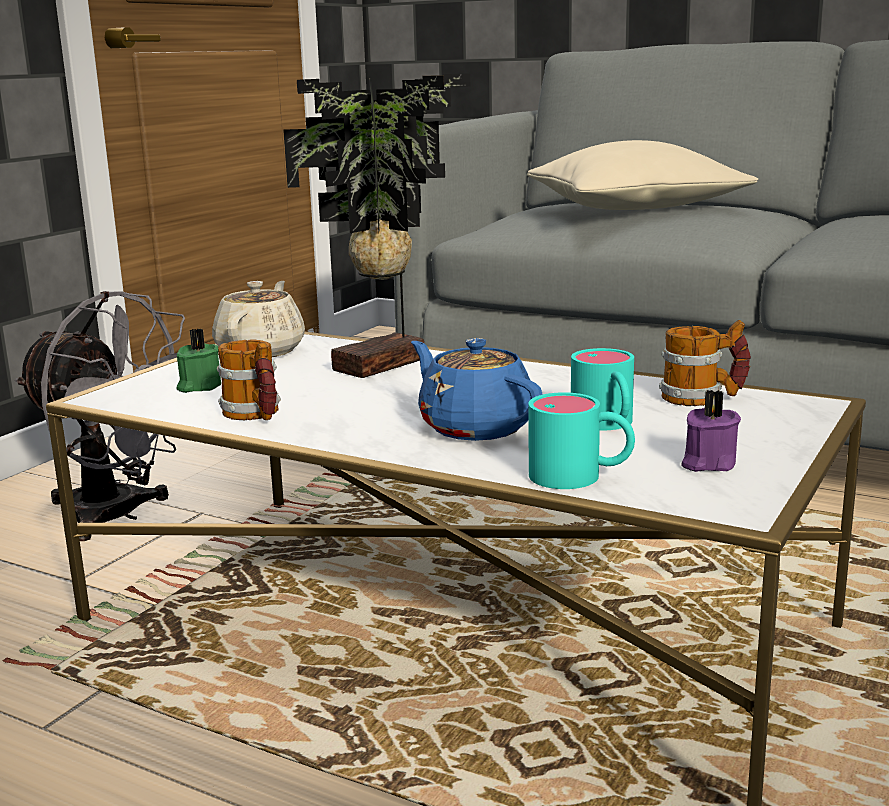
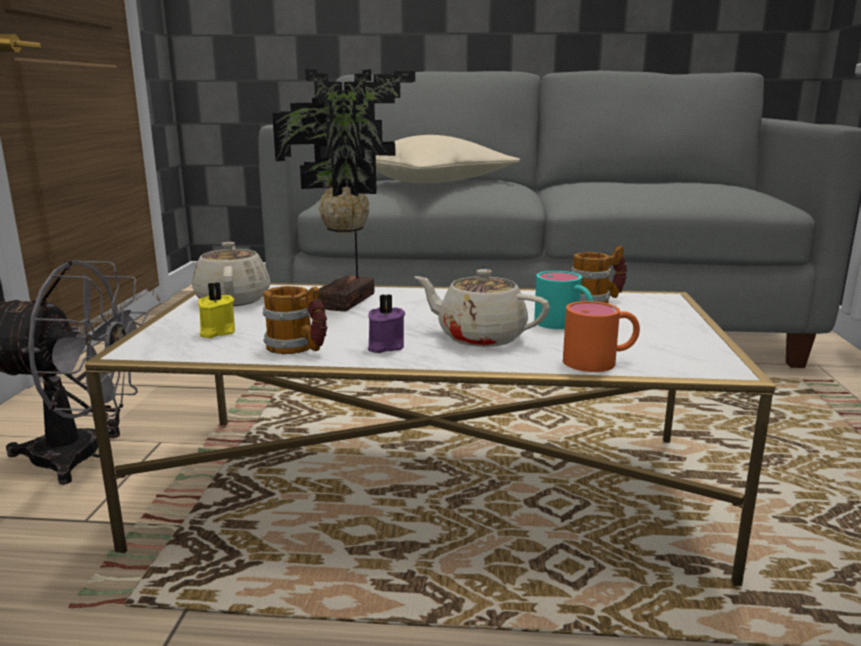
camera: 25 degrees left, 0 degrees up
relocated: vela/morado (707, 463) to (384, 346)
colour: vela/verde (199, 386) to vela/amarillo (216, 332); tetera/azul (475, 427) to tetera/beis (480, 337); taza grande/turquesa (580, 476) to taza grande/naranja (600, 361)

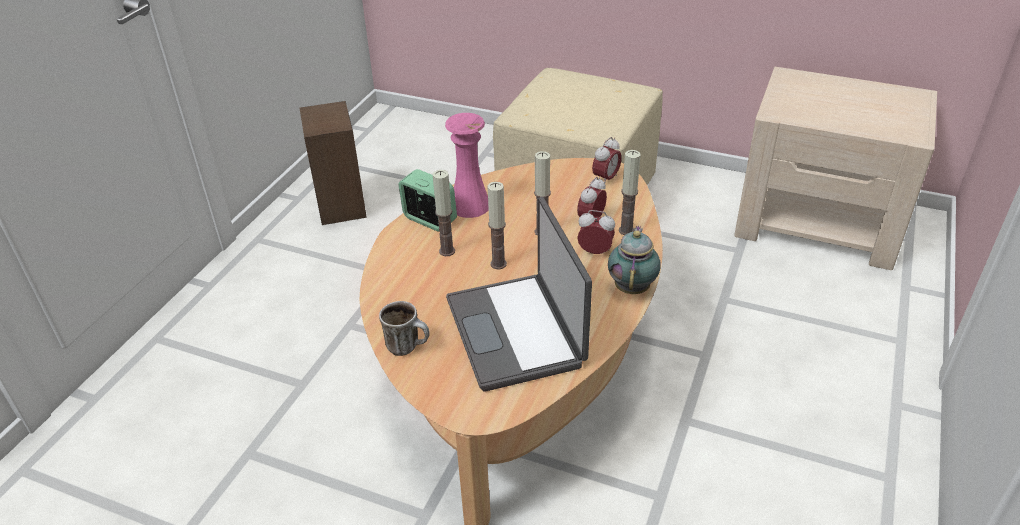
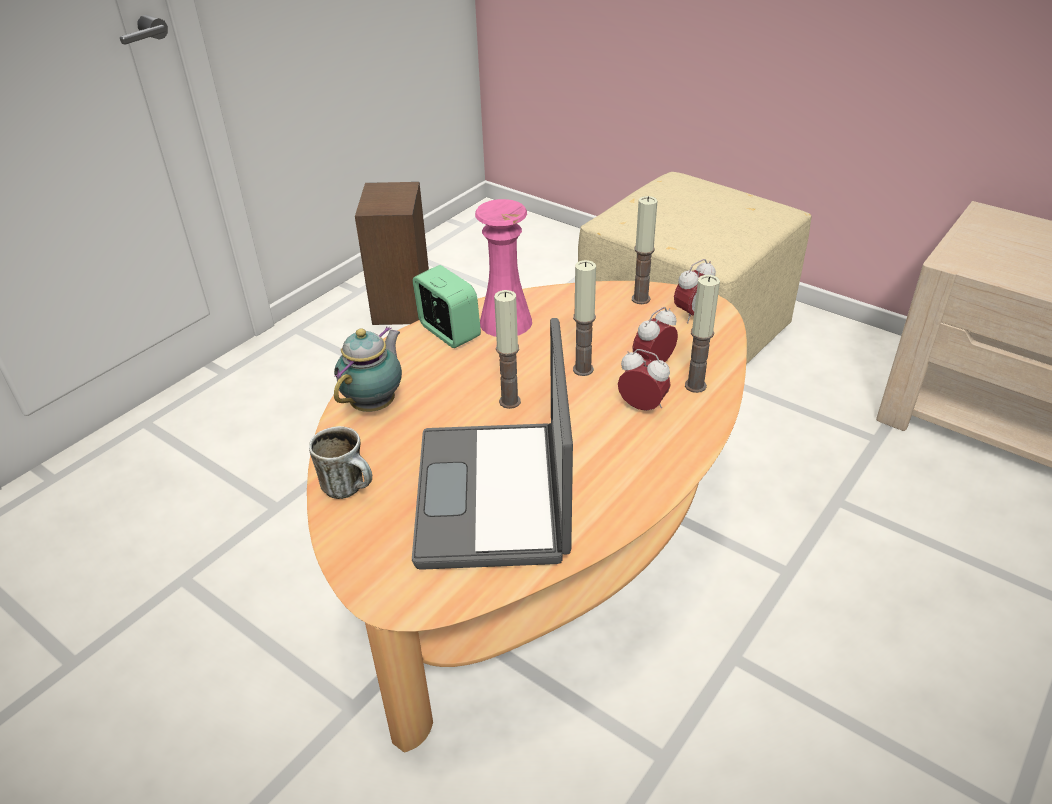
camera: 15 degrees right, 0 degrees up
relocated: vela (447, 251) to (640, 299); tetera (632, 287) to (376, 403)

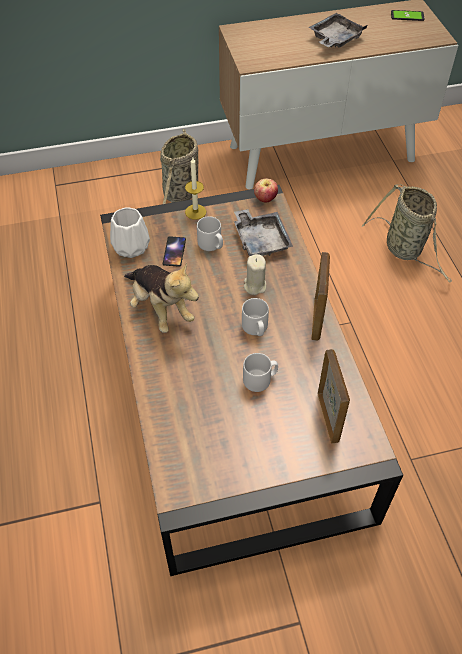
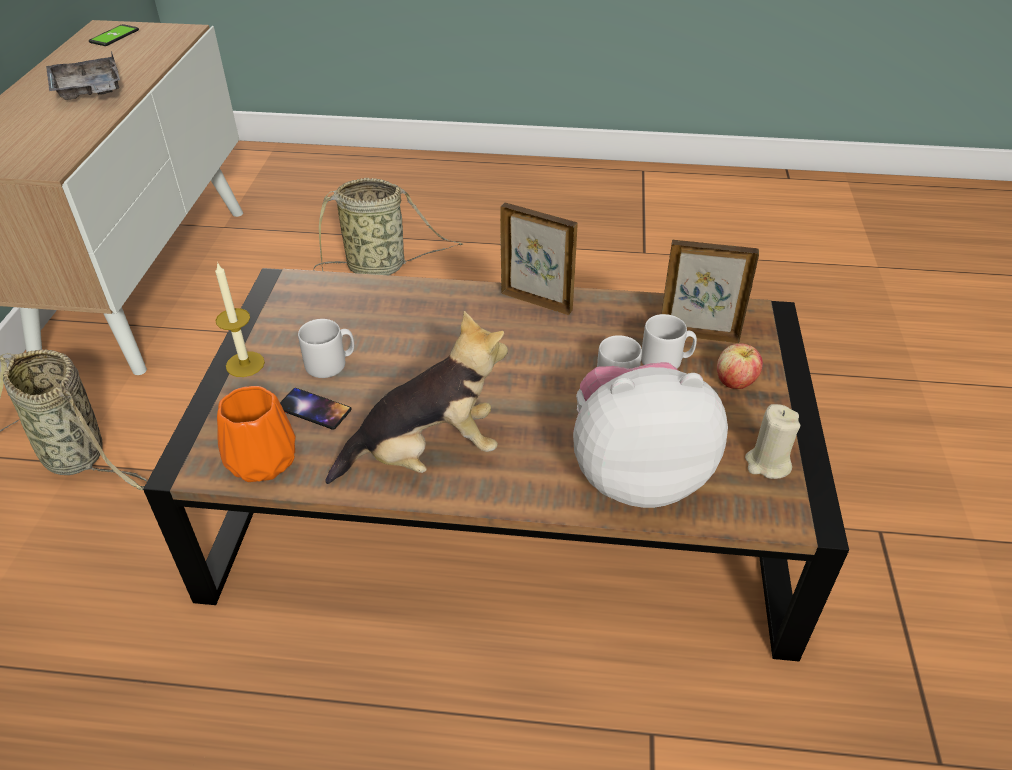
camera: 70 degrees left, 10 degrees down
missing: bandeja/gris (261, 240)
appeared: peluche (636, 473)
relocated: taza grande/gris (255, 328) to (666, 361); vela/beis (254, 286) to (767, 464); manzana (265, 199) to (735, 382)
colour: florero/blanco (130, 246) to florero/naranja (260, 461)

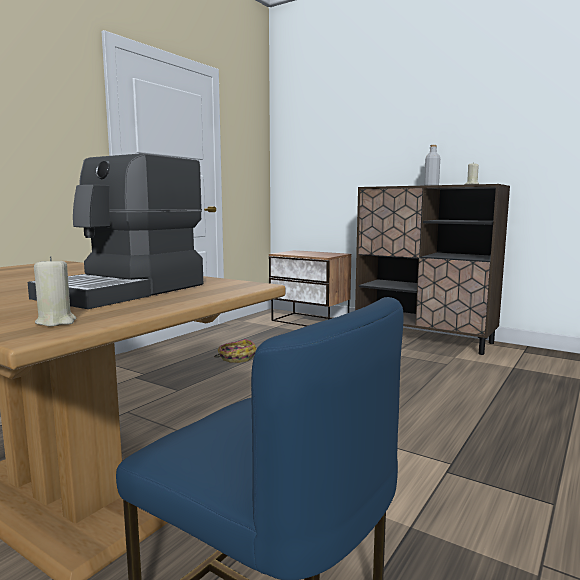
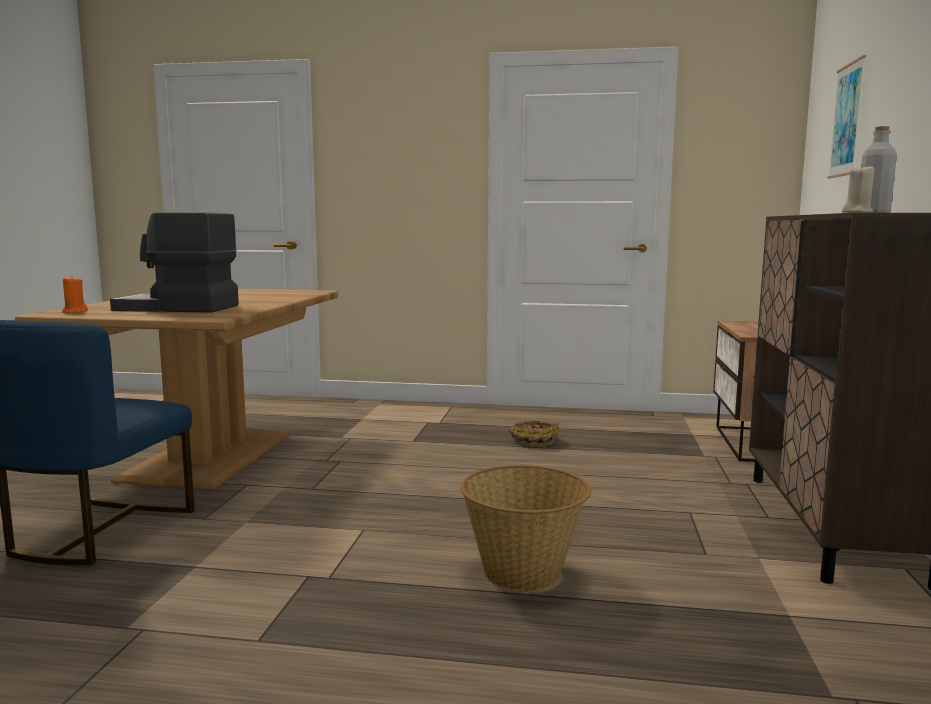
camera: 65 degrees right, 0 degrees up
appeared: cesta (523, 572); cuadro (847, 120)
colour: vela/beis (56, 322) to vela/naranja (74, 312)

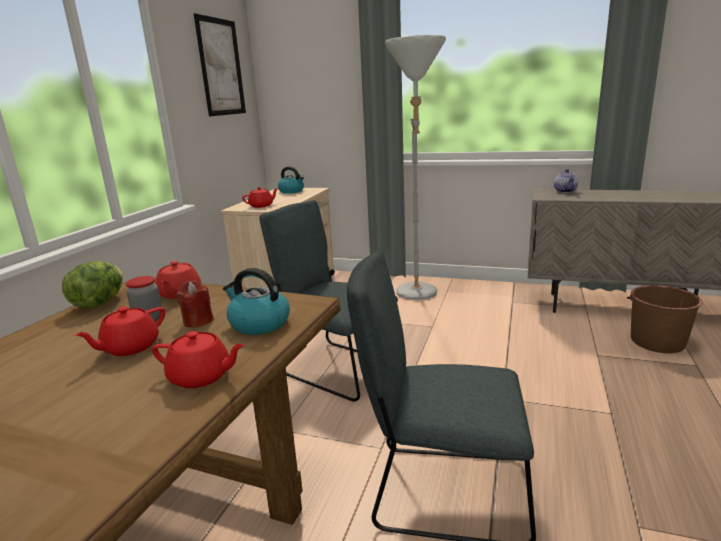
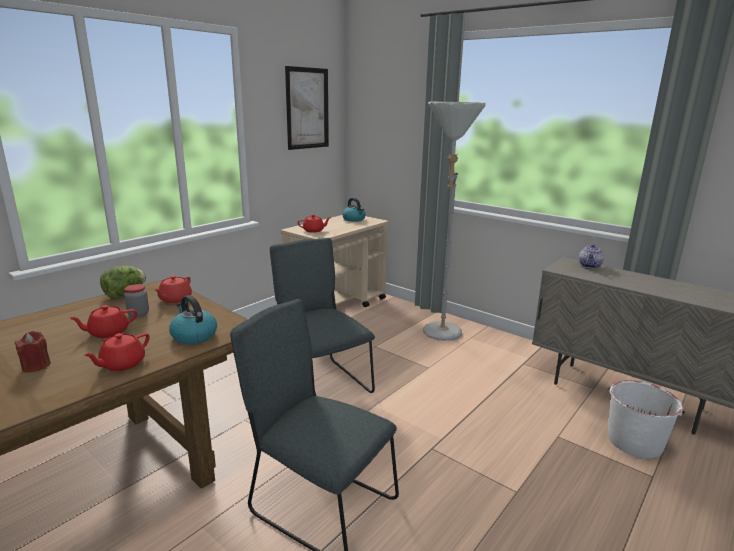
camera: 20 degrees right, 0 degrees up
relocated: vela/rojo (198, 321) to (36, 366)
colour: cubo/marrón (657, 341) to cubo/blanco (634, 441)
spun: tetera/rojo (201, 377) = (122, 364) 90 degrees clockwise

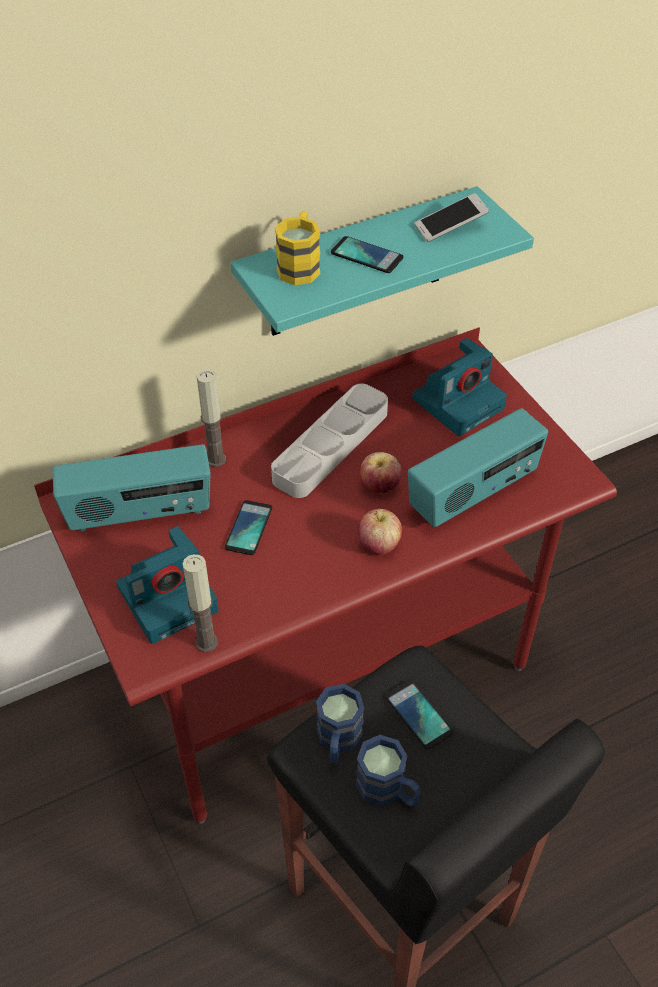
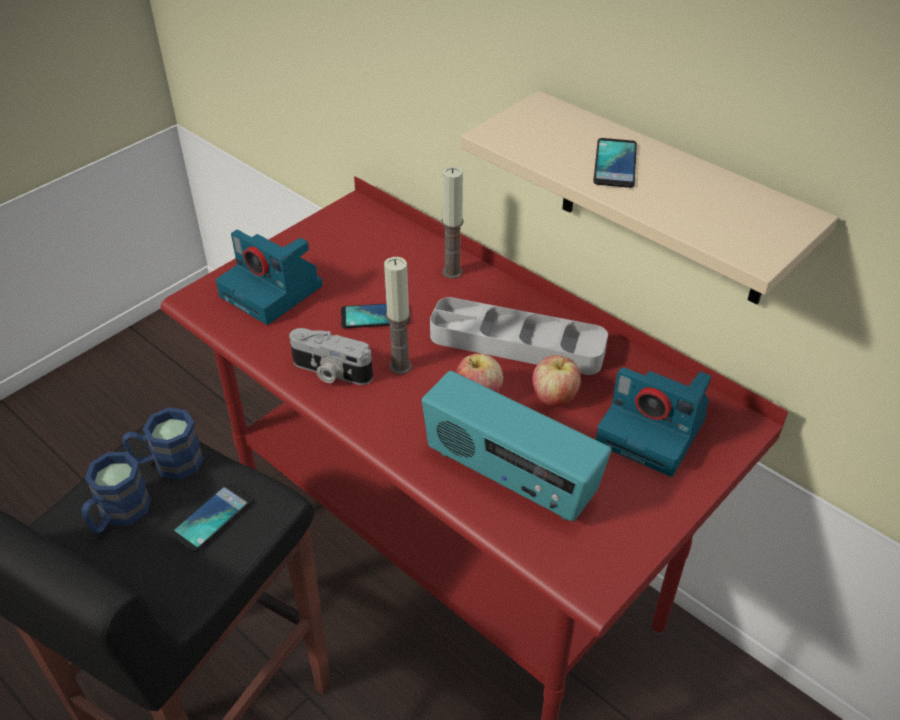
camera: 70 degrees right, 5 degrees down
missing: radio (140, 514); taza grande/amarillo (300, 265); móvil (450, 227)
appeared: cámara (330, 372)
relocated: vela (206, 642) to (400, 366); manzana (379, 545) to (554, 397)
colour: estante/turquesa (357, 265) to estante/beis (665, 202)

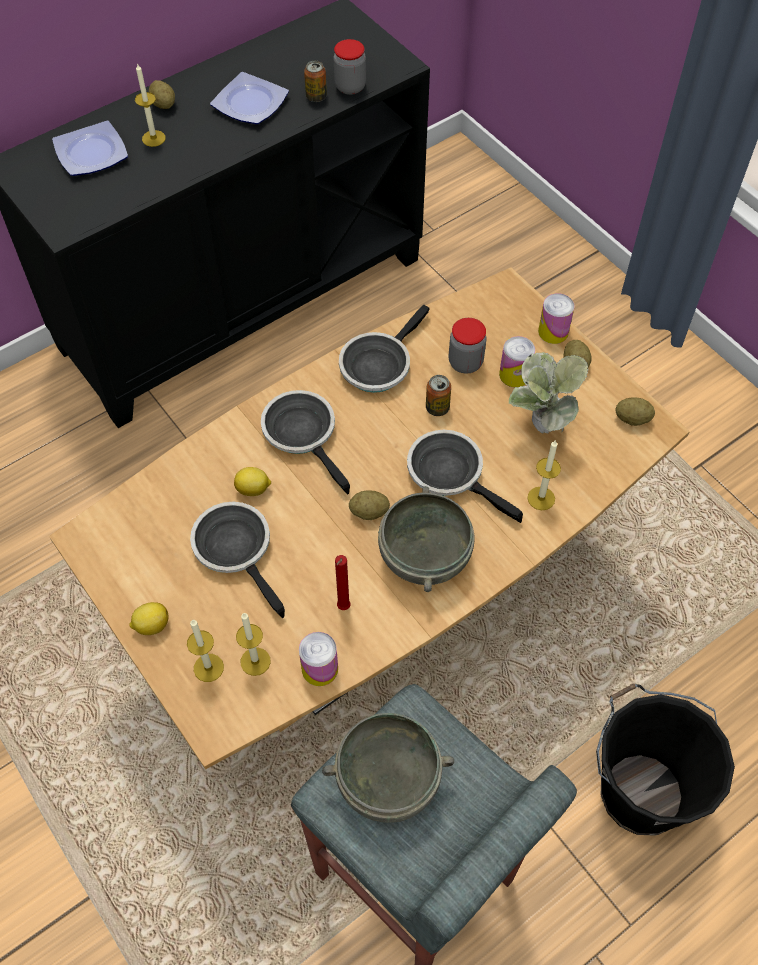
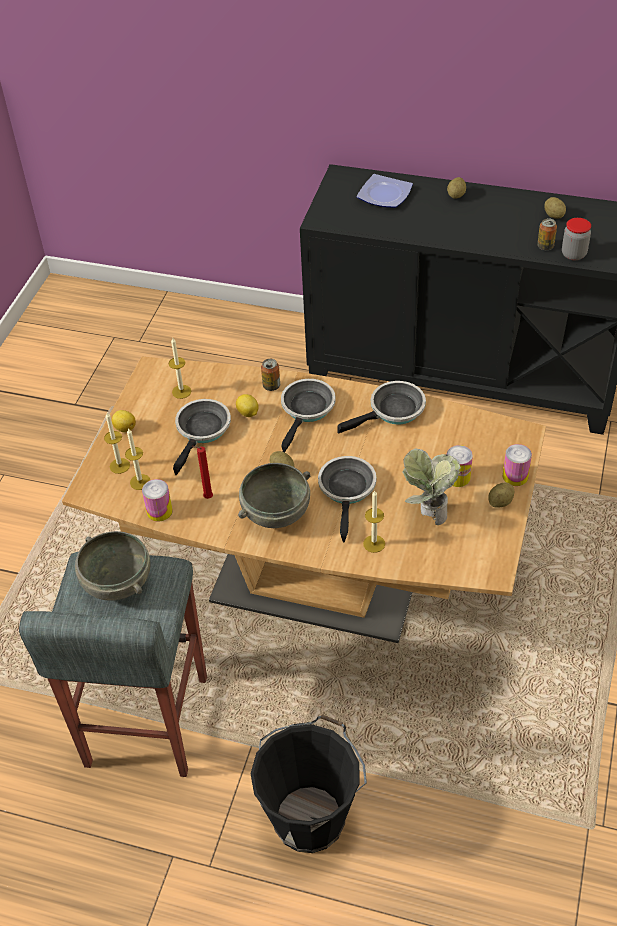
camera: 55 degrees right, 10 degrees down
missing: plato (250, 102); tarro (465, 363)
relocated: vela (153, 138) to (181, 391); lata (437, 408) to (271, 386); patata (632, 419) to (554, 215)
spun: sartén (378, 364) = (393, 411) 150 degrees clockwise

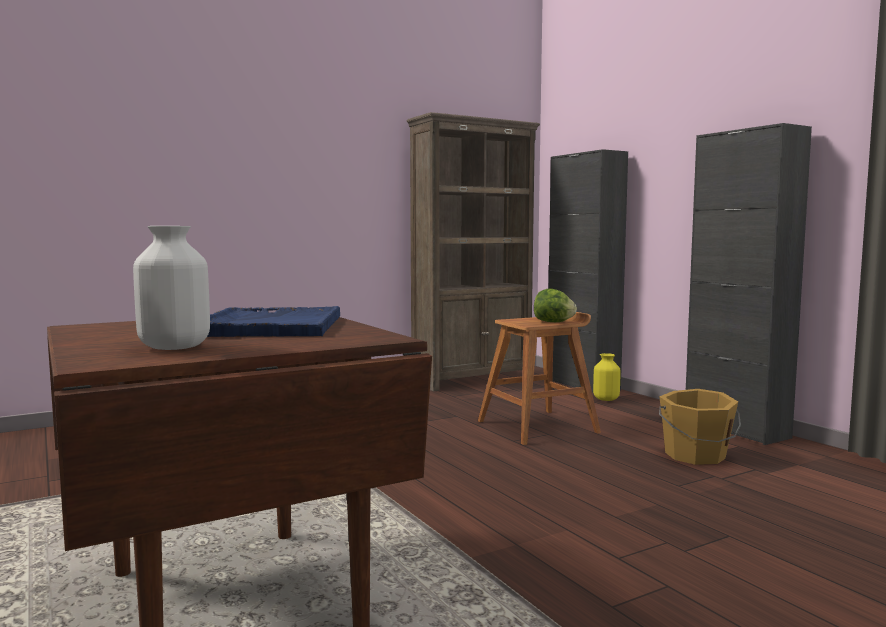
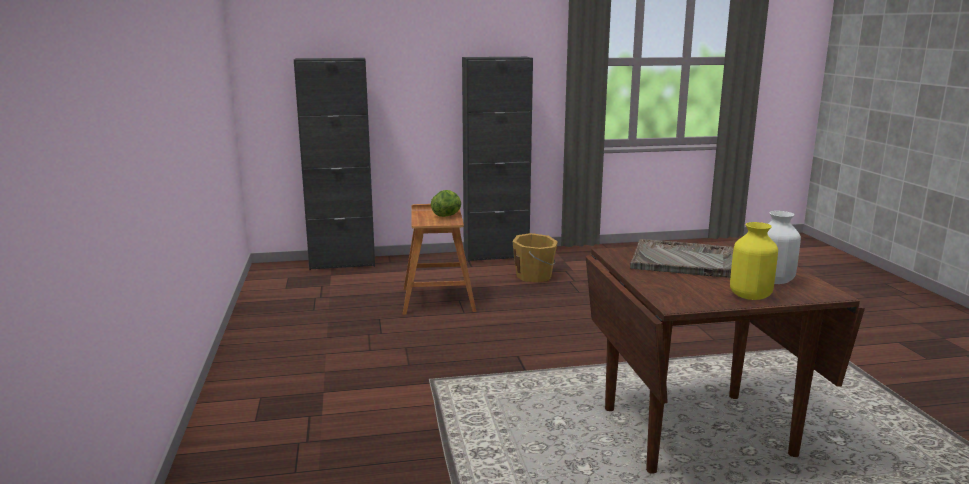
camera: 70 degrees left, 10 degrees up
missing: estantería/marrón (473, 380)
relocated: florero/amarillo (606, 399) to (751, 296)
colour: bandeja/azul (271, 326) to bandeja/gris (683, 261)

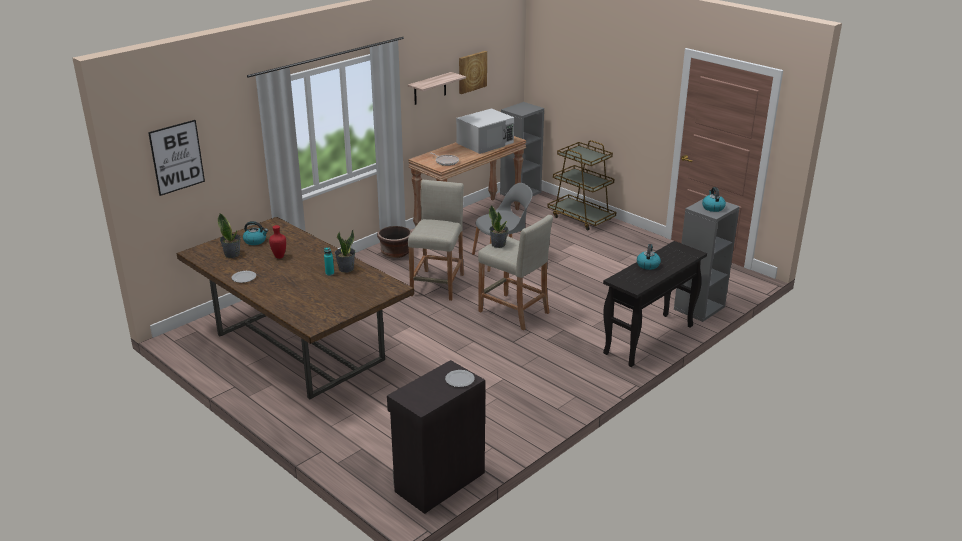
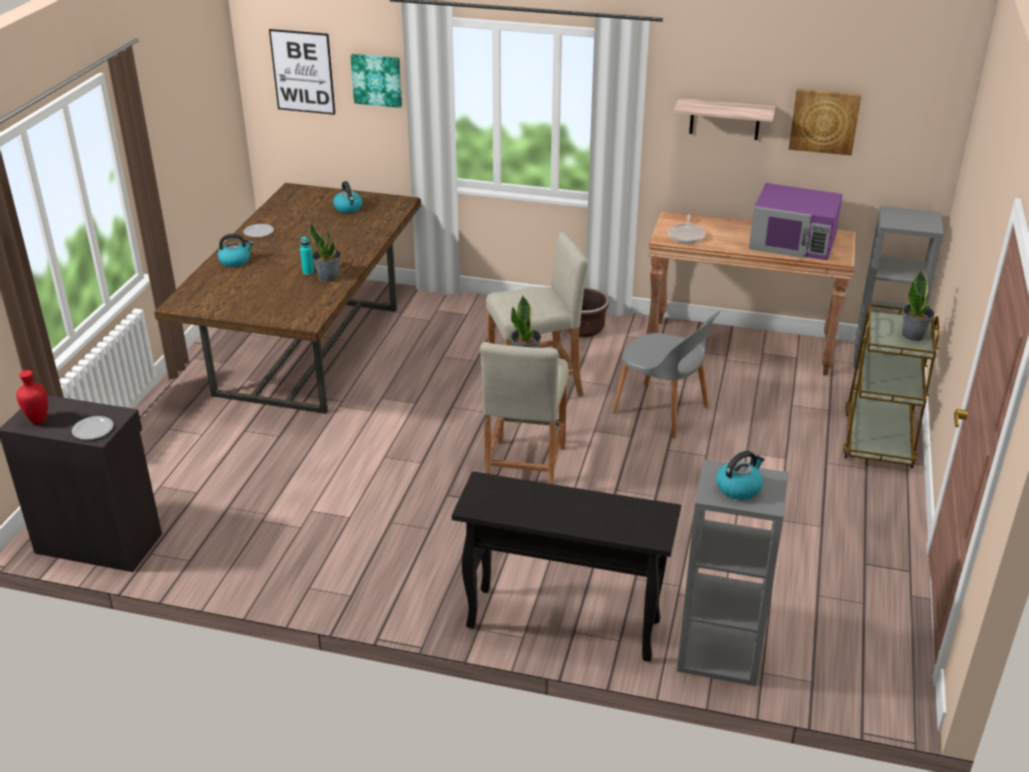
camera: 60 degrees right, 5 degrees up
appeared: cuadro (377, 79)
relocated: planta en maceta (232, 254) to (913, 335); florero/rojo (279, 257) to (37, 421); hervidor (648, 265) to (235, 261)
colour: microondas/blanco (485, 143) to microondas/morado (793, 242)

